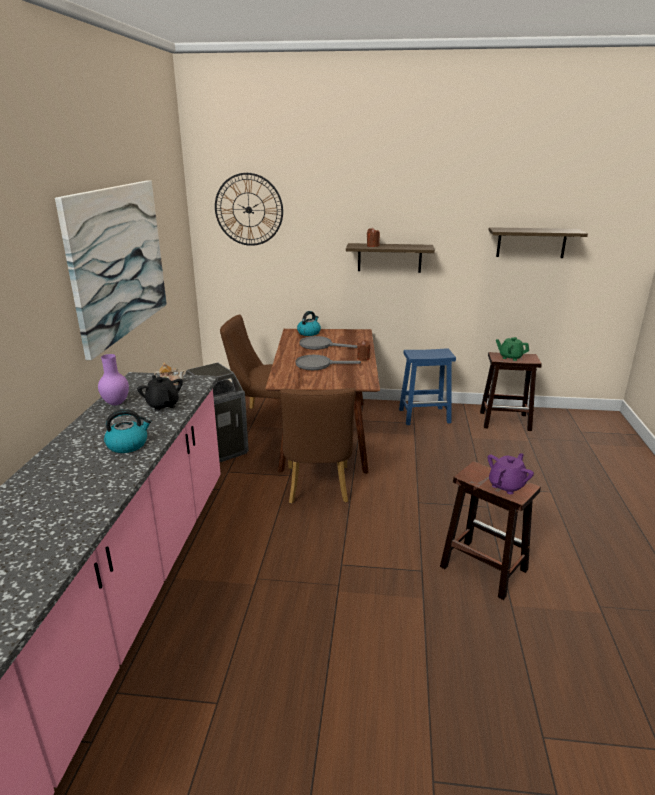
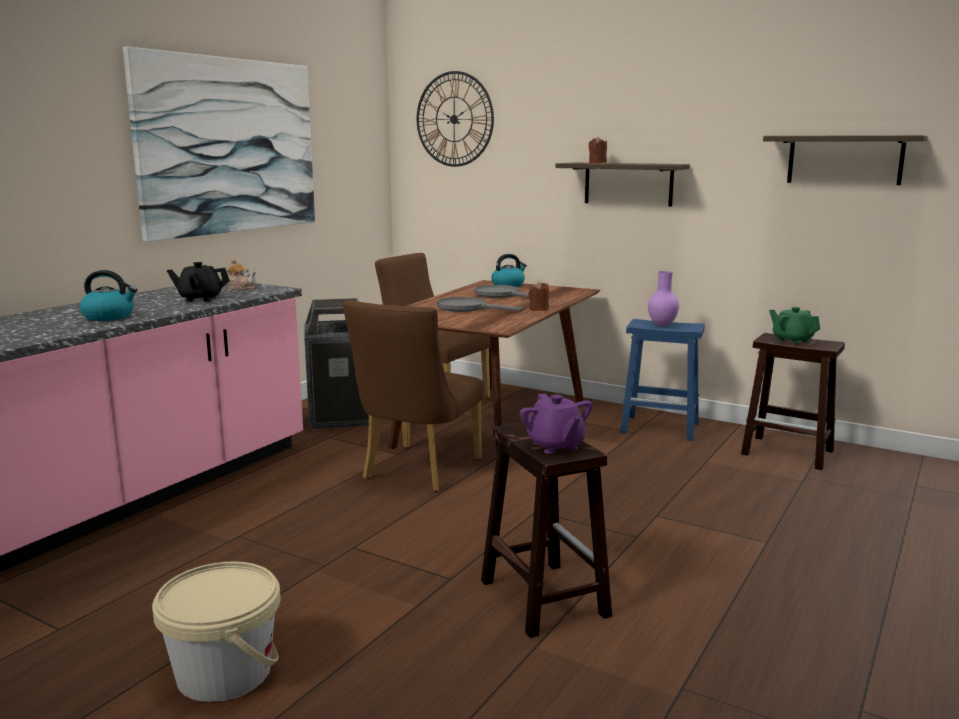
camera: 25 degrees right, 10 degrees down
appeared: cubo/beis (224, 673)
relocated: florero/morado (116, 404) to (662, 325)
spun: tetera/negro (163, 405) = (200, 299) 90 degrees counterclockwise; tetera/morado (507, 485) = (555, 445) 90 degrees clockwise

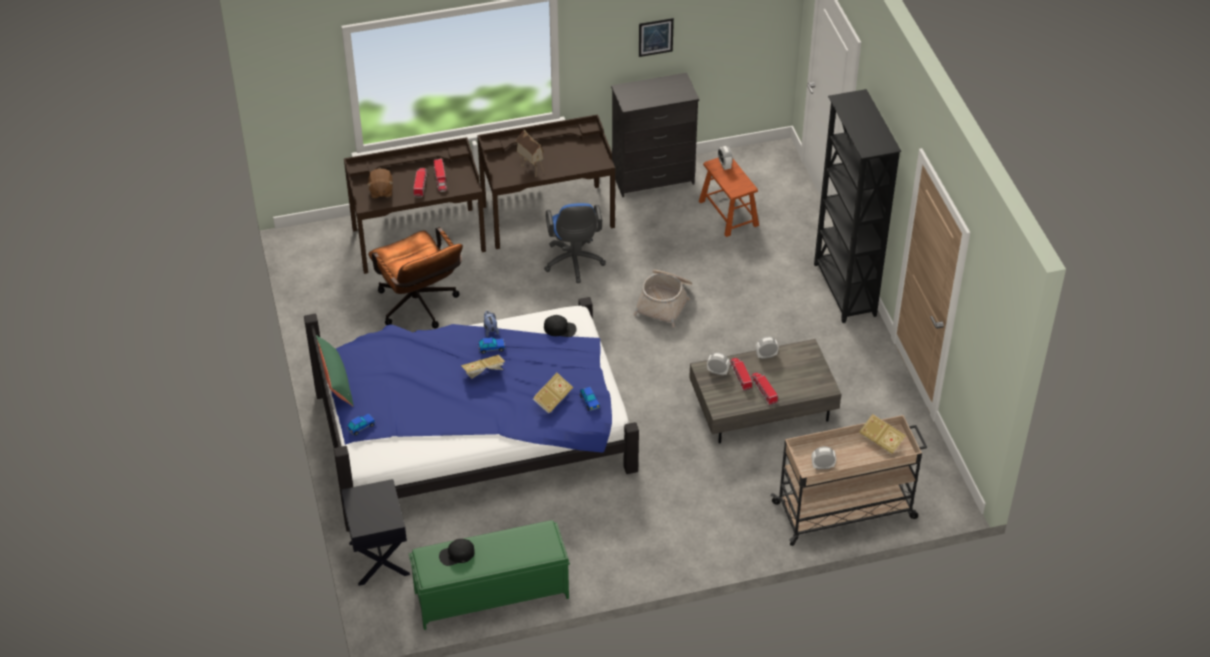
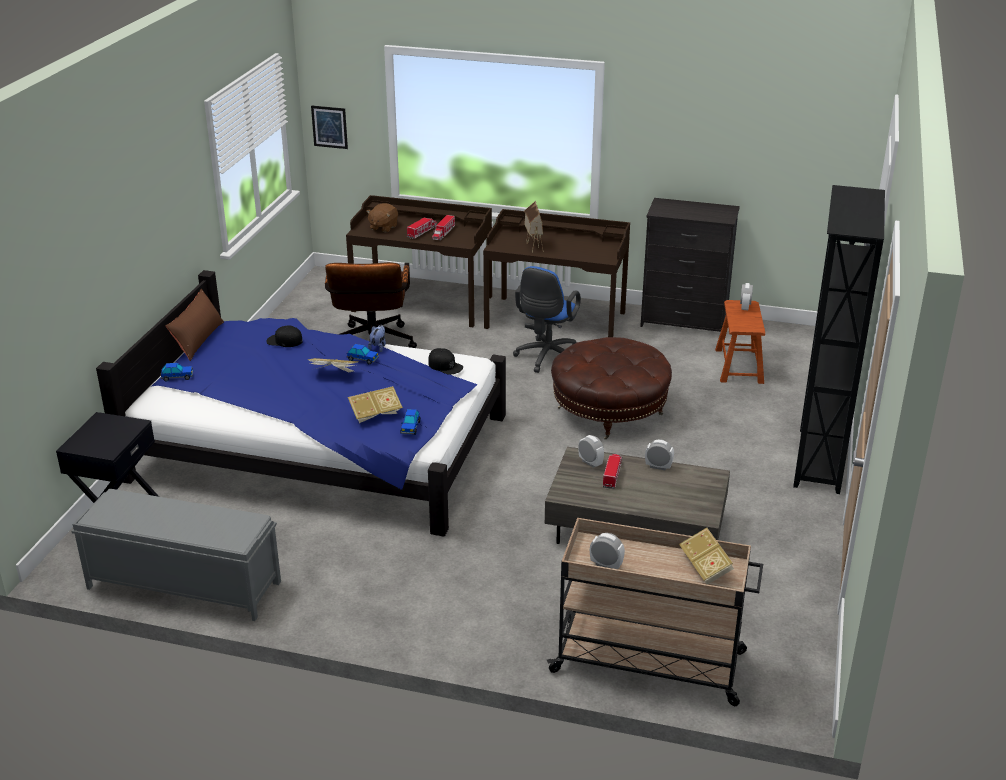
camera: 30 degrees right, 15 degrees down
missing: camión de juguete (763, 391)
relocated: gorra/negro (456, 554) to (284, 341); cuadro (655, 37) to (329, 127)
exchanged: cesta (665, 302) to puf/marrón (609, 411)
colour: cojín/verde (335, 381) to cojín/marrón (198, 340); banco/verde (490, 594) to banco/gris (183, 585)

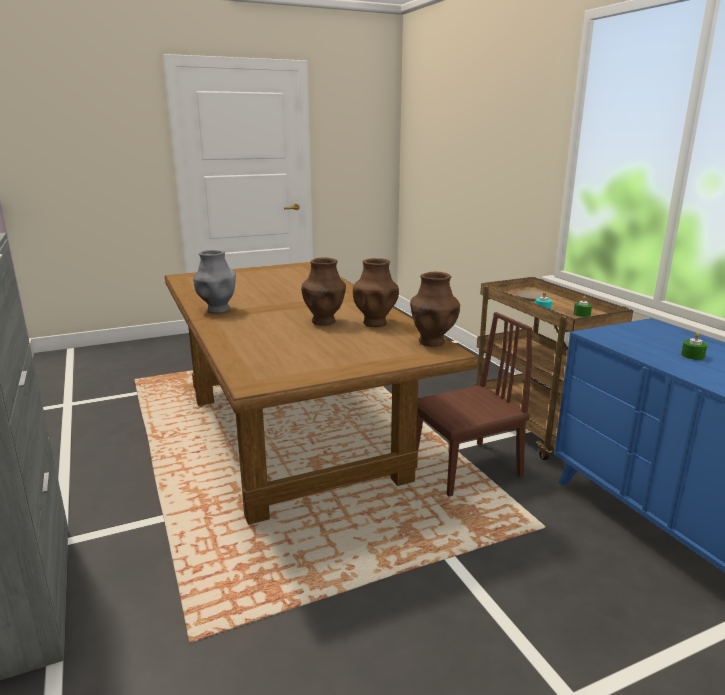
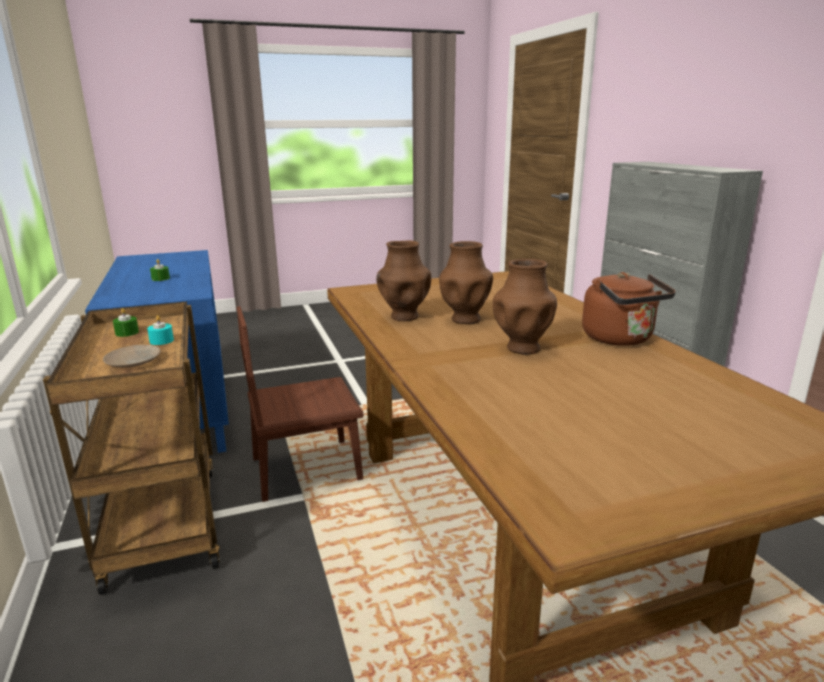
camera: 175 degrees left, 0 degrees up
relocated: florero/marrón (432, 342) to (522, 348)
exchanged: florero/gris (217, 310) to hervidor/marrón (620, 339)

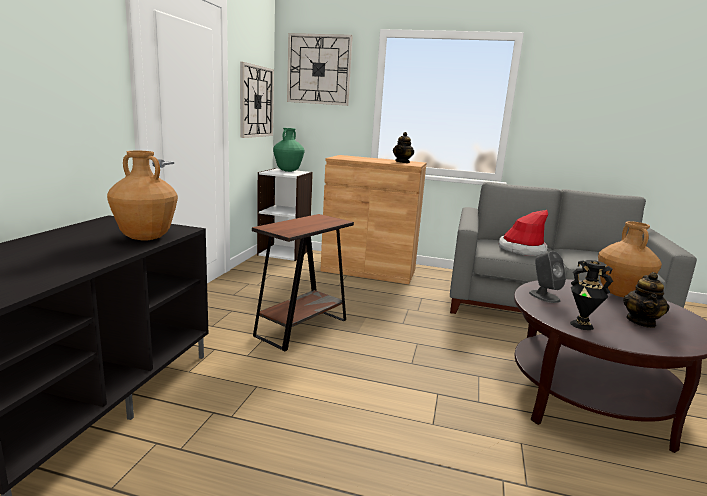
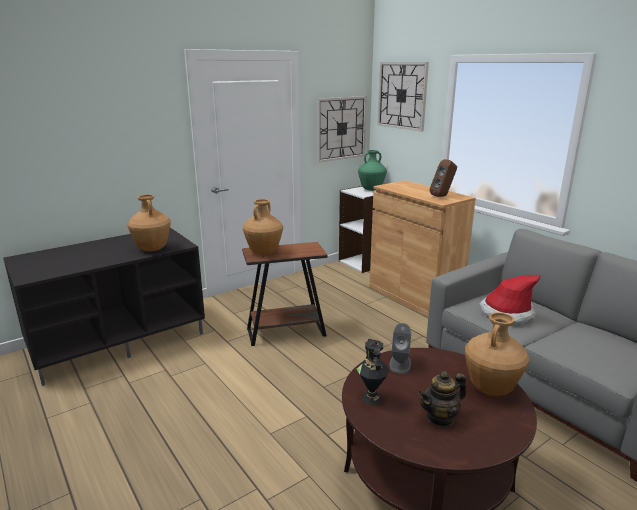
camera: 40 degrees right, 5 degrees up
appeared: florero/marrón (263, 253)
exchanged: tetera (402, 162) to altavoz/marrón (443, 196)

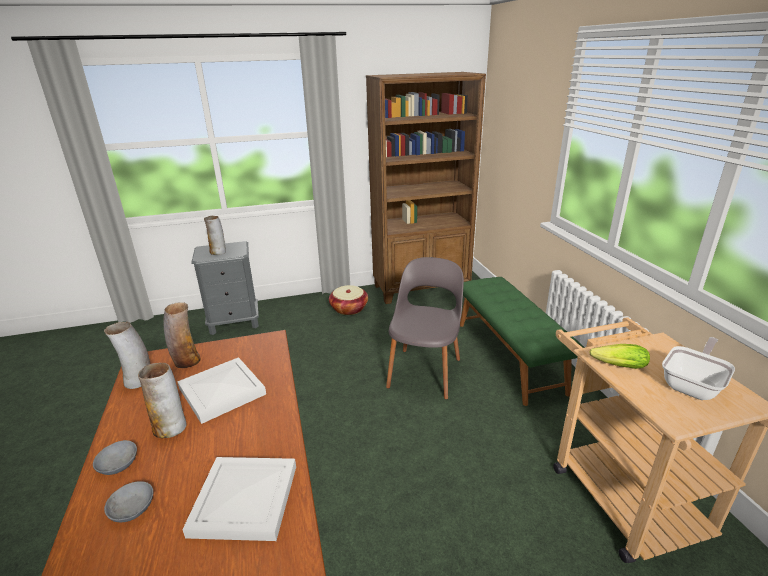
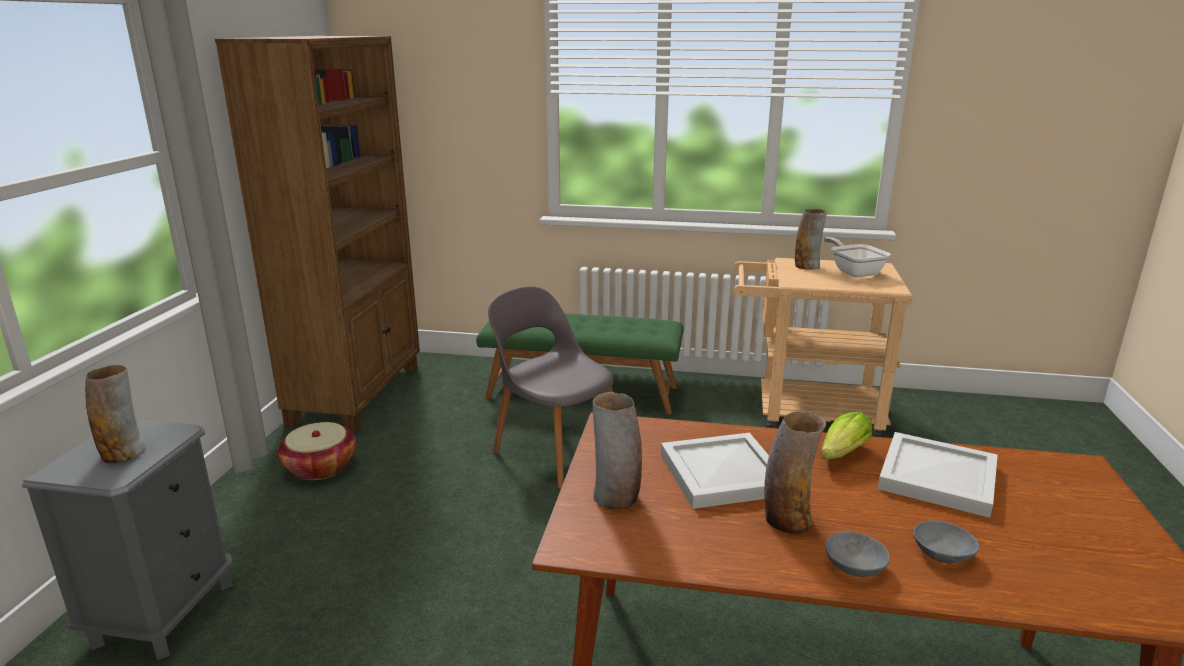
camera: 65 degrees left, 5 degrees down
relocated: florero (138, 380) to (807, 266); lechuga (615, 366) to (840, 455)

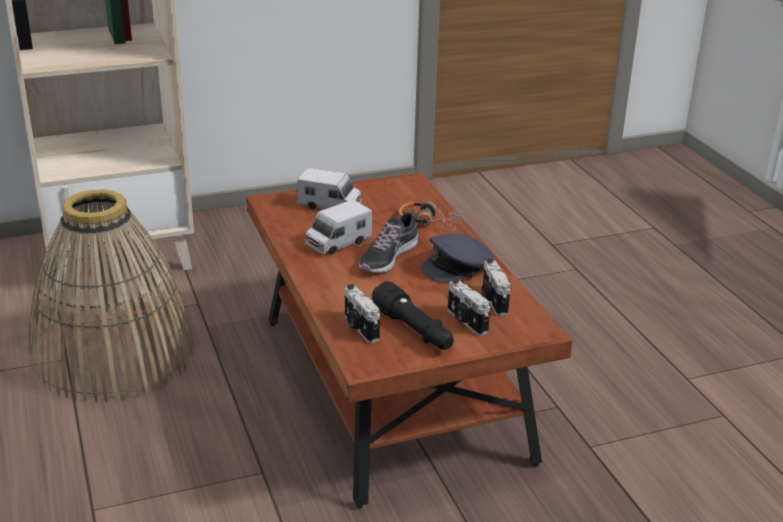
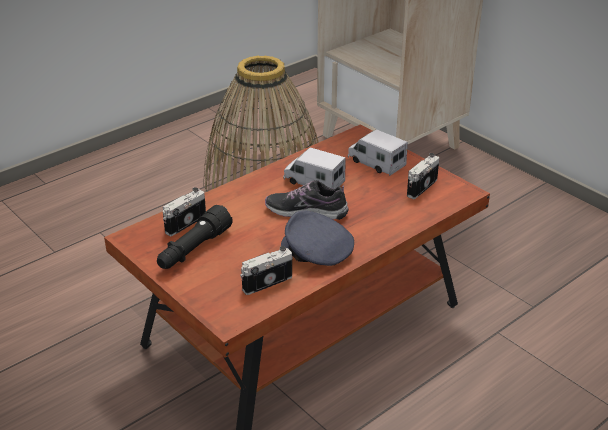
camera: 70 degrees right, 5 degrees up
missing: auriculares (430, 222)
relocated: cámara (465, 321) to (420, 187)
spun: camión de juguete (330, 205) = (376, 163) 135 degrees clockwise

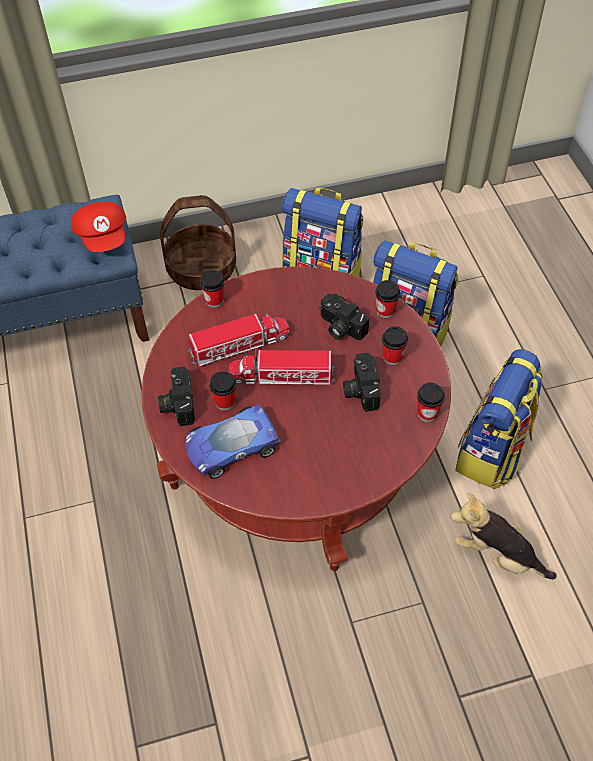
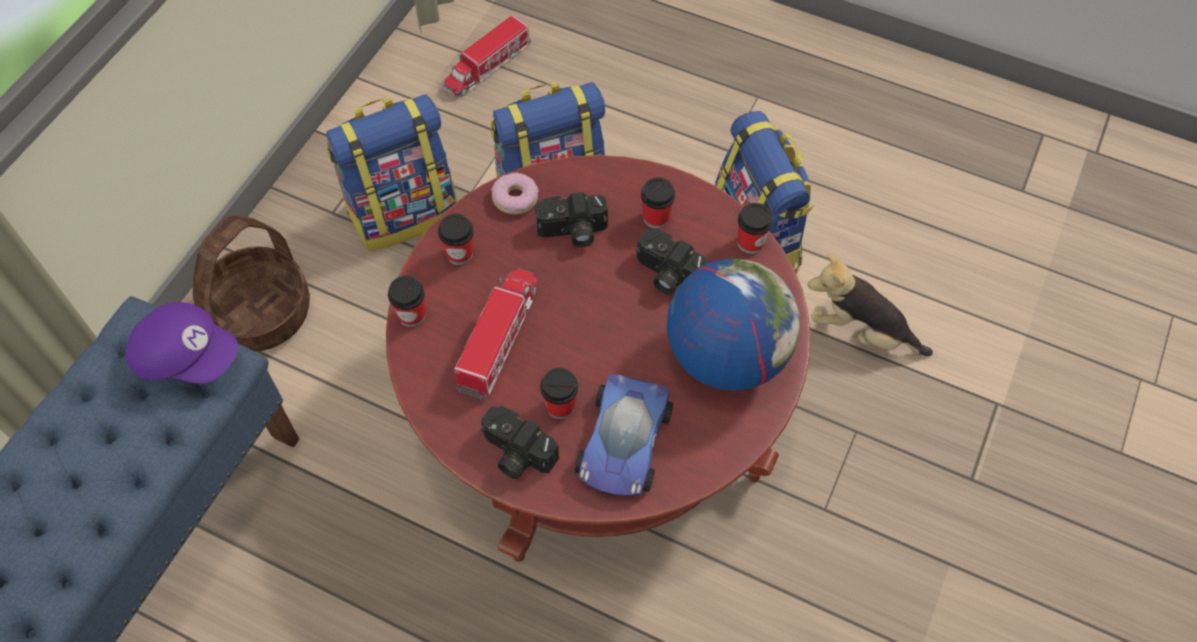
camera: 50 degrees left, 5 degrees up
appeared: rosquilla (515, 198); globo terráqueo (726, 355)
relocated: camión de juguete (282, 376) to (487, 66); taza (385, 311) to (460, 254)
colour: gorra/rojo (104, 237) to gorra/morado (188, 356)
spun: peluche (497, 555) = (860, 332) 45 degrees clockwise

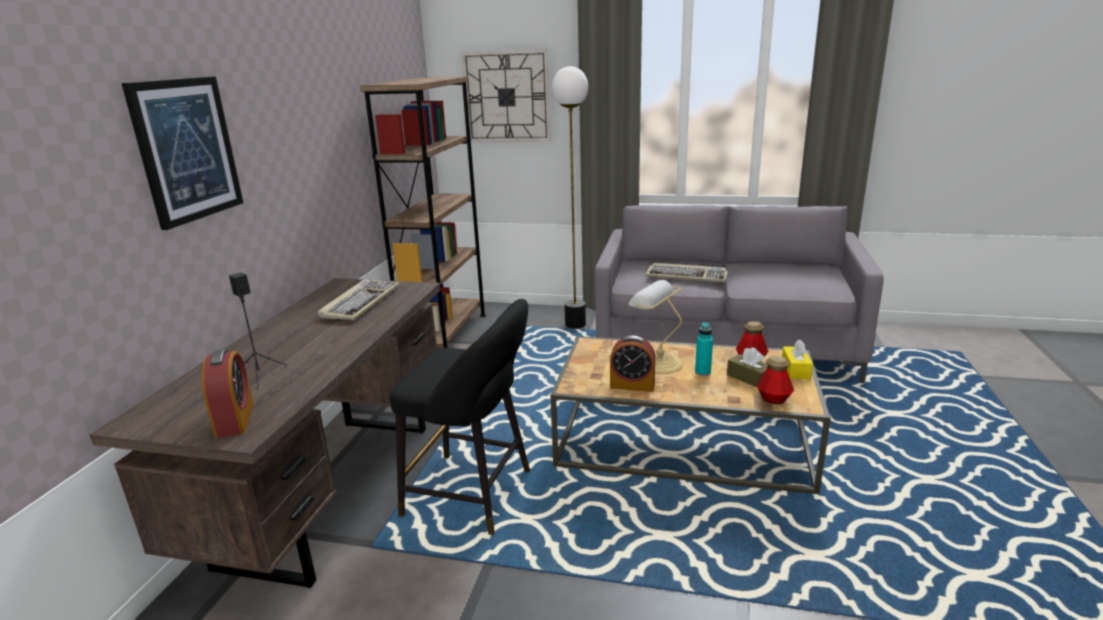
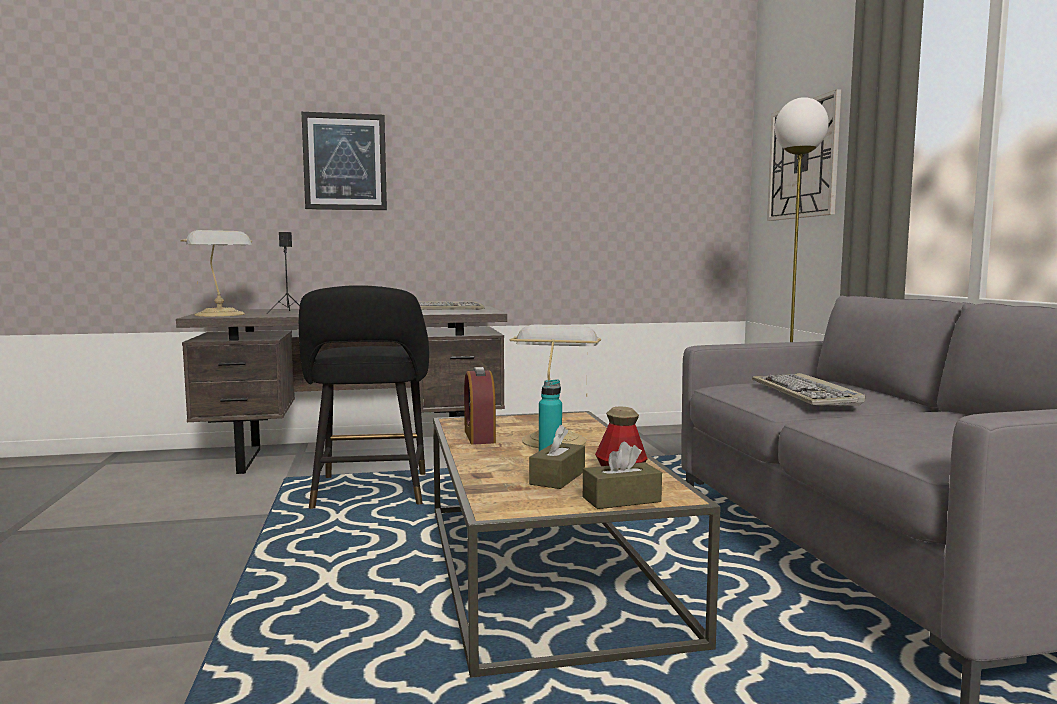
camera: 65 degrees right, 15 degrees down
missing: estantería/marrón (445, 334); botella (773, 399)
exchanged: despertador (235, 419) to lámpara de mesa (221, 315)
colour: caja de pañuelos/amarillo (795, 370) to caja de pañuelos/marrón (621, 499)

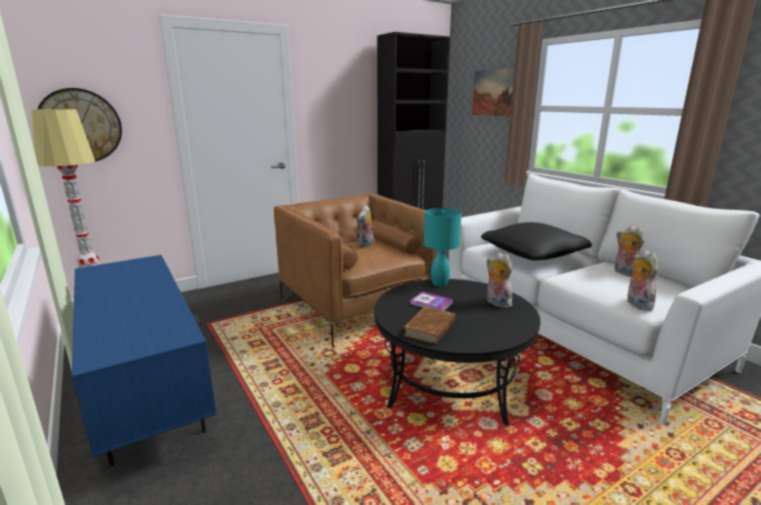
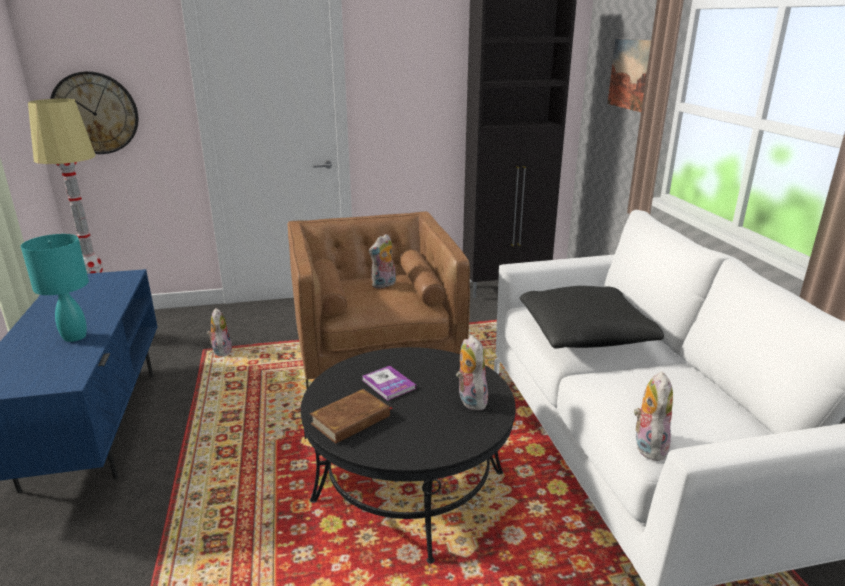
camera: 20 degrees right, 5 degrees up
relocated: lámpara de mesa/turquesa (439, 283) to (75, 336); peluche (624, 273) to (221, 351)

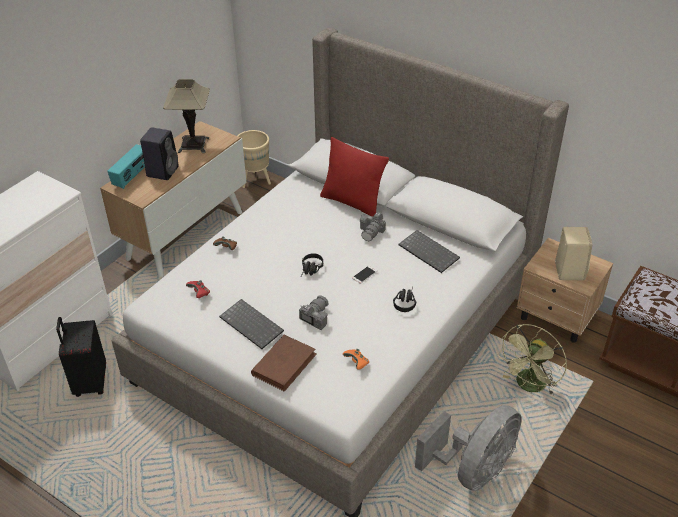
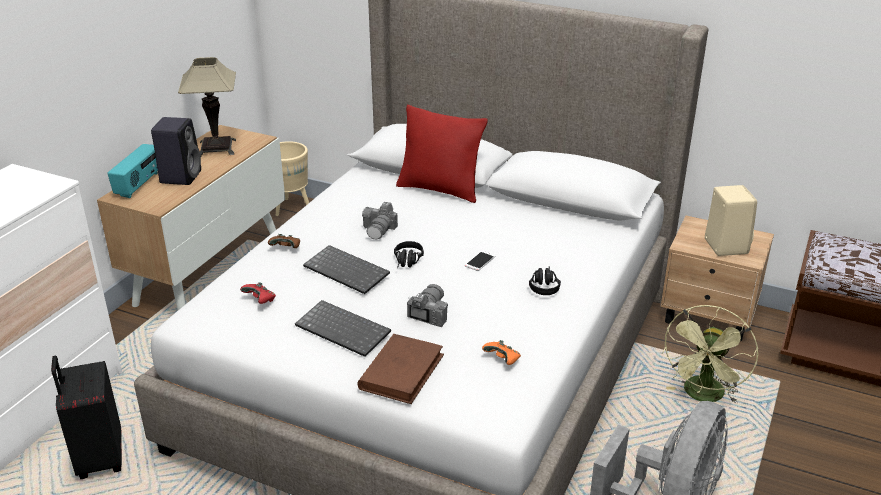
camera: 10 degrees left, 10 degrees down
relocated: cámara (371, 232) to (379, 229); teclado (430, 252) to (348, 271)

